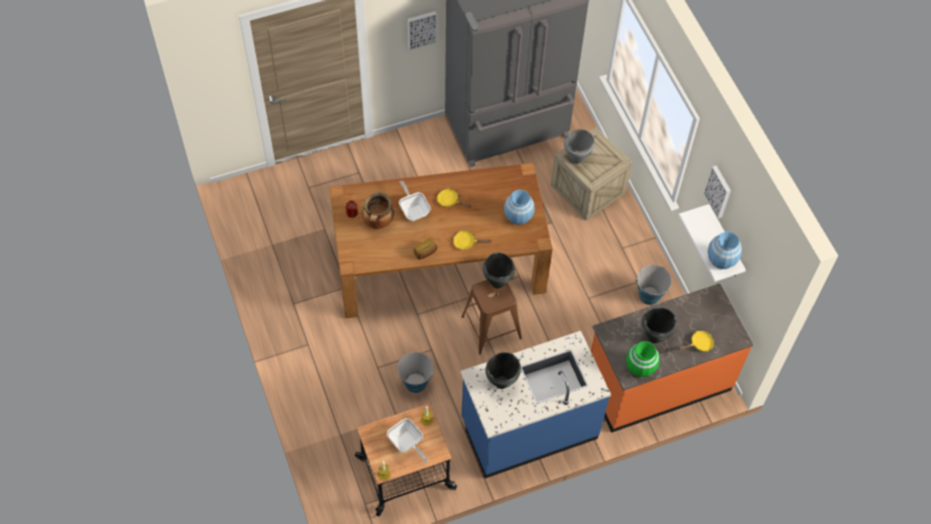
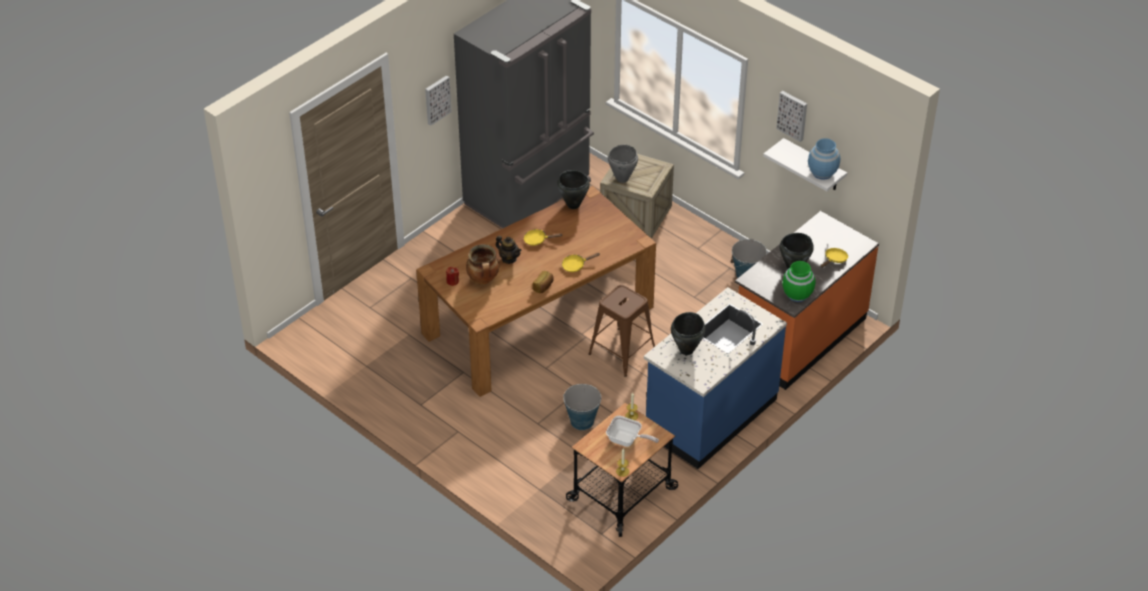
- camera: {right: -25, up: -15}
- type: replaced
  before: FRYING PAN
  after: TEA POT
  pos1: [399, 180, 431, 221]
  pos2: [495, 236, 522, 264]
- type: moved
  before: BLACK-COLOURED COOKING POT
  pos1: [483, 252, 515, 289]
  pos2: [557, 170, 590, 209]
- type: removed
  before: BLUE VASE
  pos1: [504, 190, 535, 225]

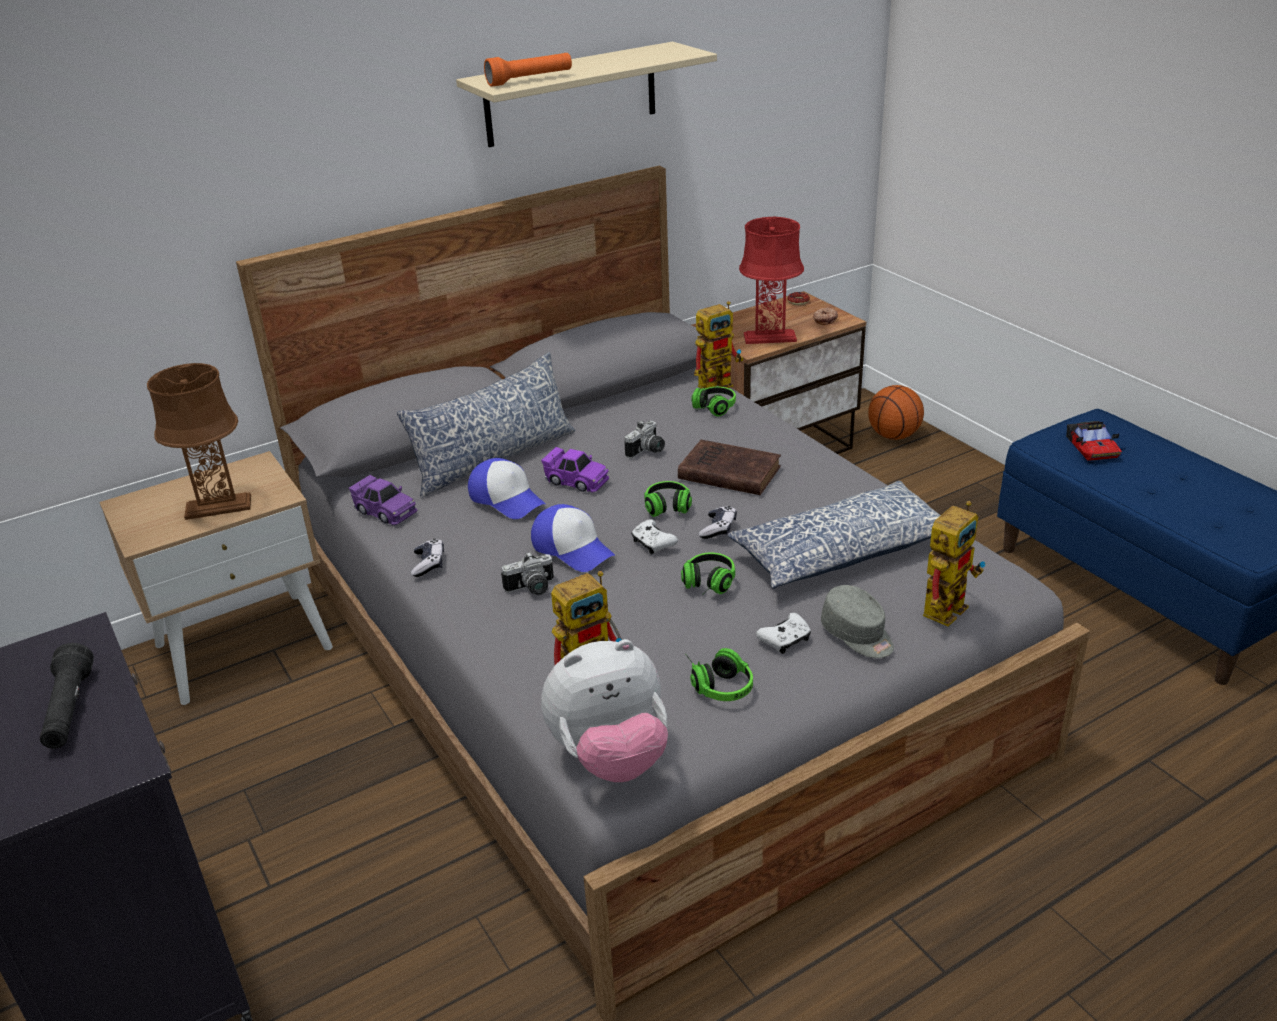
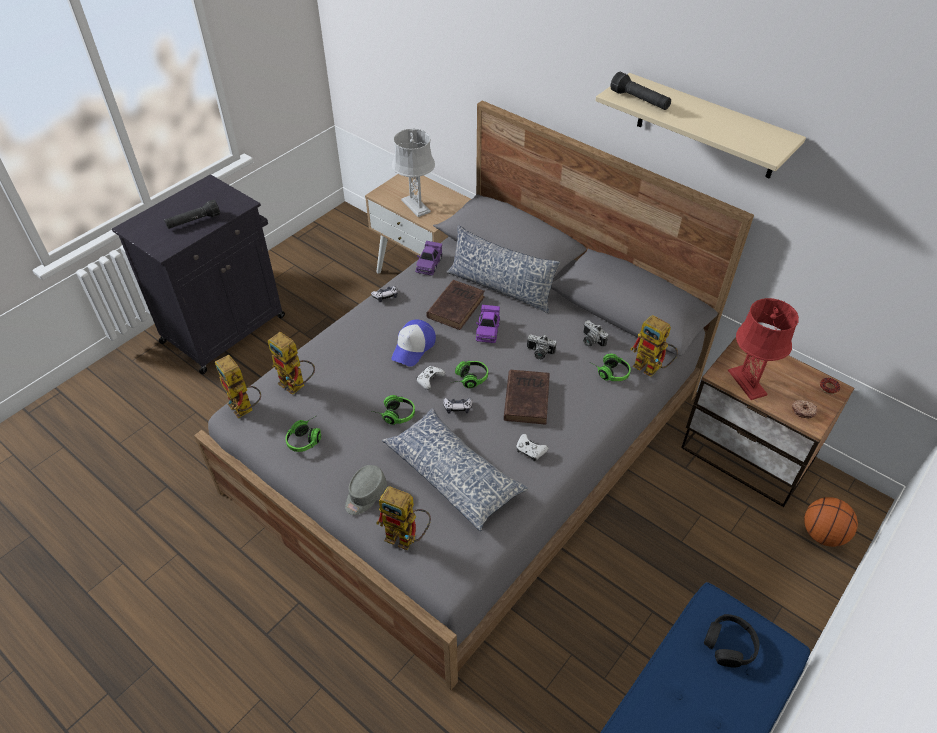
- camera: {right: 70, up: 15}
- type: replaced
  before: SOFT TOY
  after: MODEL ROBOT
  pos1: [541, 639, 668, 782]
  pos2: [215, 355, 261, 418]
- type: recoloured
  before: BROWNISH TABLETOP LAMP
  after: GREY TABLETOP LAMP
  pos1: [147, 363, 251, 520]
  pos2: [392, 129, 435, 217]
- type: replaced
  before: BASEBALL CAP
  after: BROWNISH BOOK
  pos1: [468, 458, 546, 519]
  pos2: [426, 280, 485, 330]
- type: moved
  before: WHITE JOYPAD
  pos1: [756, 613, 811, 654]
  pos2: [516, 434, 548, 461]
- type: moved
  before: STILL CAMERA
  pos1: [501, 552, 554, 595]
  pos2: [583, 320, 608, 347]
- type: recoloured
  before: ORANGE-COLOURED FLASHLIGHT
  after: BLACK-COLOURED FLASHLIGHT
  pos1: [484, 53, 572, 87]
  pos2: [611, 72, 671, 110]
- type: replaced
  before: MINIATURE CAR
  after: BLACK-COLOURED HEADSET
  pos1: [1066, 421, 1122, 461]
  pos2: [704, 614, 760, 668]

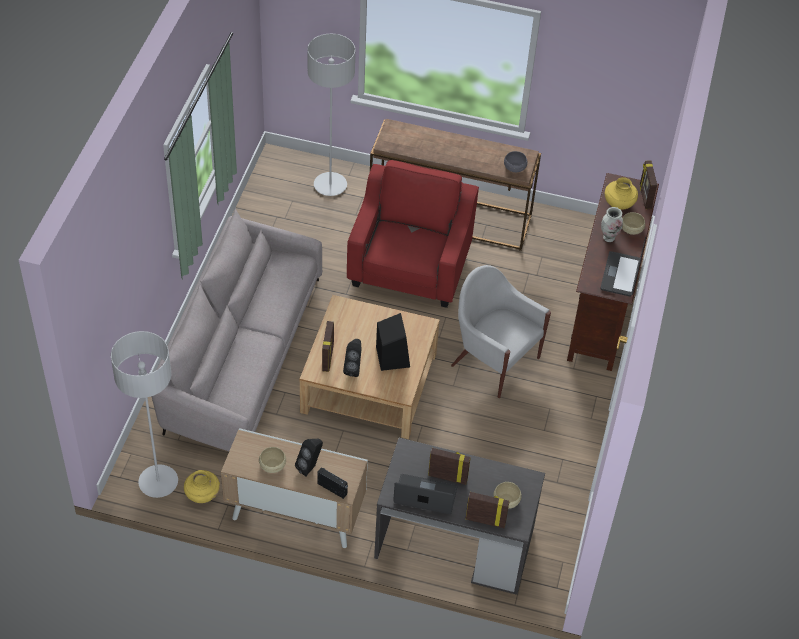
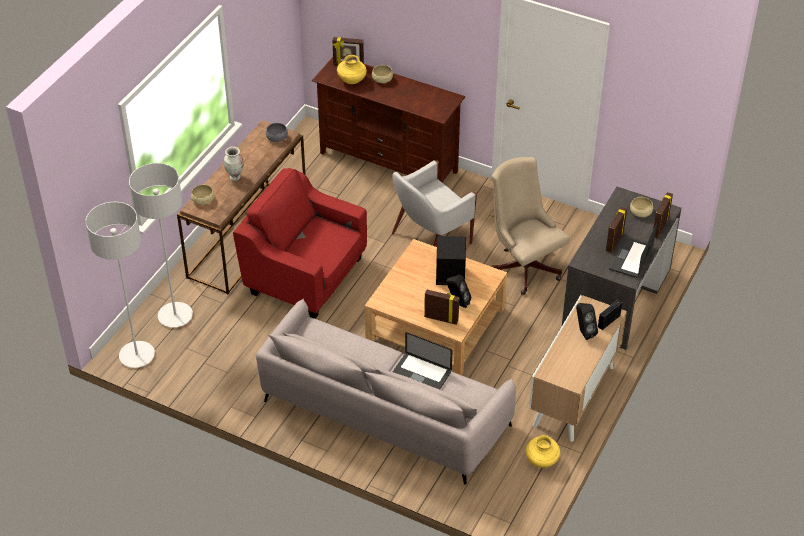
- camera: {right: -75, up: -5}
- type: moved
  before: GREY STANDING LAMP
  pos1: [111, 331, 178, 498]
  pos2: [85, 202, 155, 368]
- type: moved
  before: SAND-COLOURED SERVING BOWL
  pos1: [259, 447, 286, 473]
  pos2: [191, 185, 214, 205]
- type: moved
  before: VASE
  pos1: [601, 207, 623, 242]
  pos2: [224, 147, 244, 181]
- type: moved
  before: NOTEBOOK COMPUTER
  pos1: [600, 237, 646, 297]
  pos2: [393, 332, 452, 390]
- type: added
  after: SAND-COLOURED COMPUTER CHAIR
  pos2: [491, 157, 570, 295]

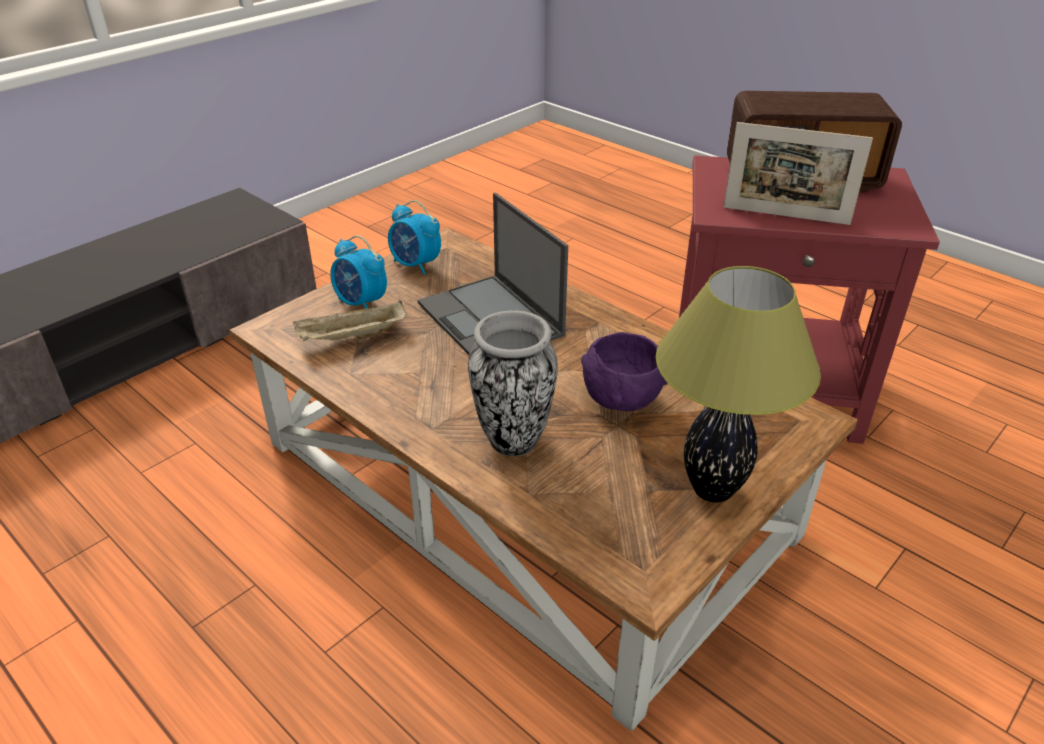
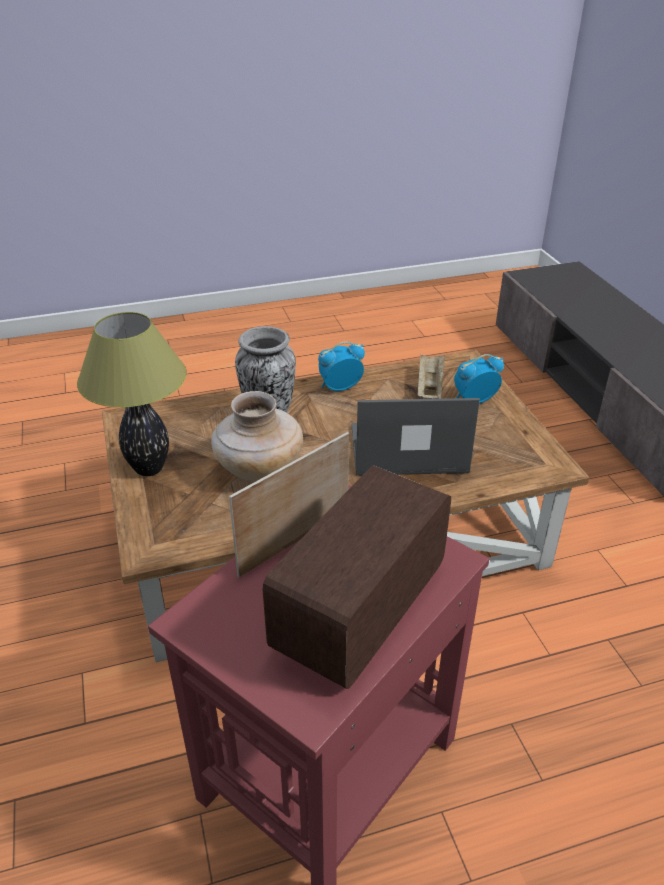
- camera: {right: 120, up: 0}
- type: replaced
  before: PURPLE SERVING BOWL
  after: SAND-COLOURED VASE
  pos1: [581, 332, 668, 411]
  pos2: [211, 391, 303, 482]
- type: moved
  before: ALARM CLOCK
  pos1: [388, 200, 441, 275]
  pos2: [318, 342, 365, 391]

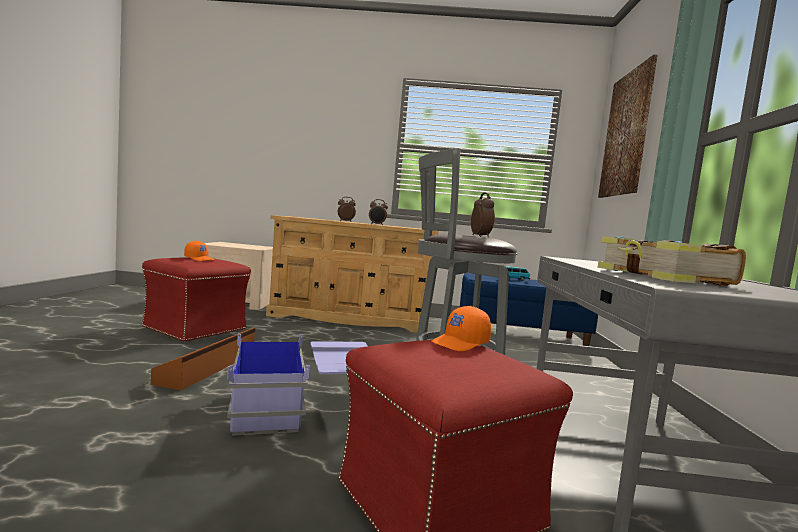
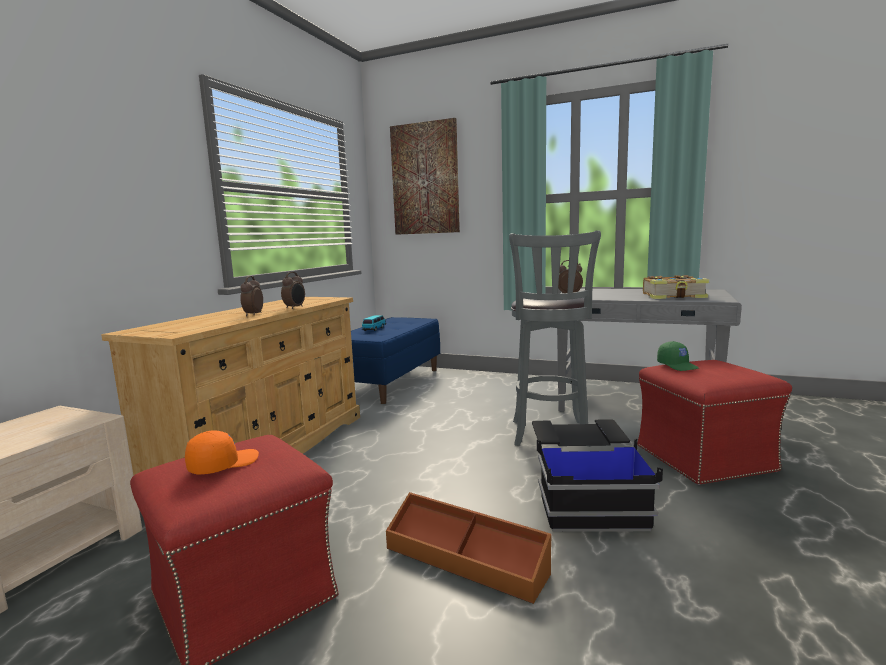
- camera: {right: -70, up: 5}
- type: recoloured
  before: BLUE STORAGE BIN
  after: BLACK-COLOURED STORAGE BIN
  pos1: [227, 333, 368, 436]
  pos2: [532, 419, 663, 532]
- type: recoloured
  before: ORANGE-COLOURED BASEBALL CAP
  after: GREENISH BASEBALL CAP
  pos1: [431, 306, 491, 351]
  pos2: [657, 341, 699, 371]

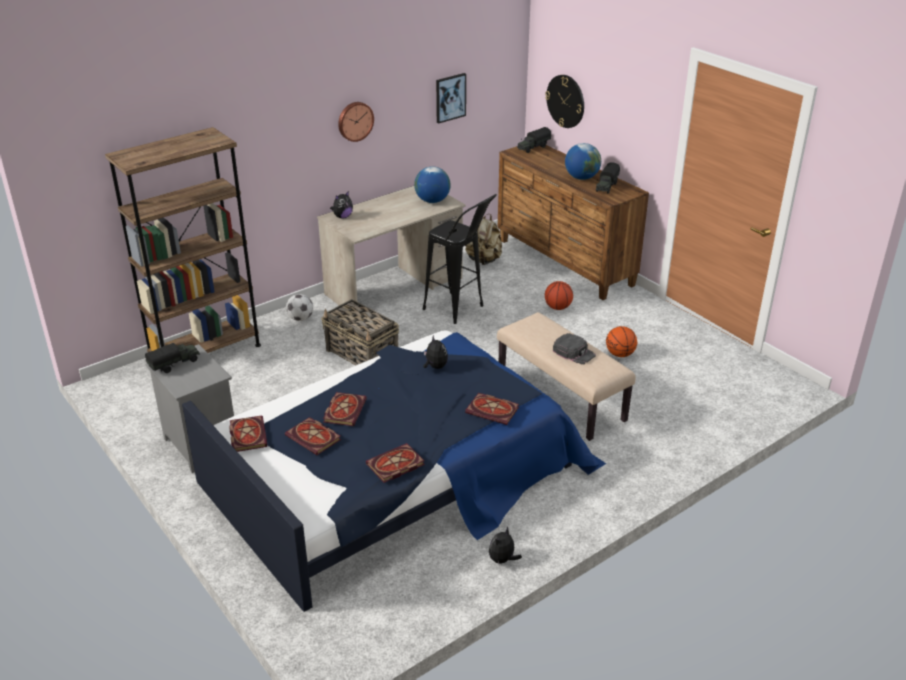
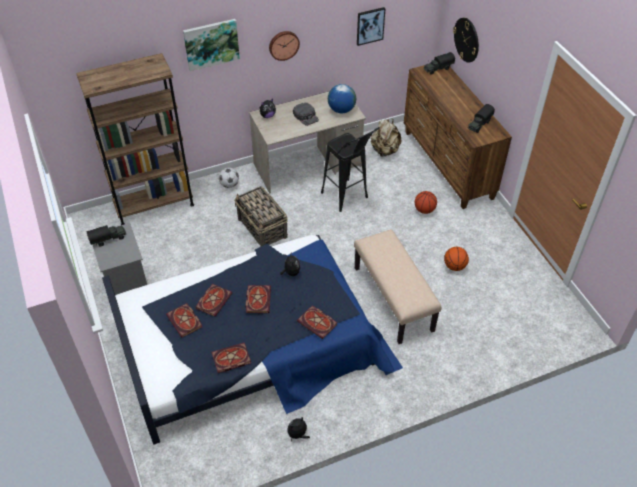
- camera: {right: 15, up: 15}
- type: added
  after: WALL PICTURE
  pos2: [183, 19, 240, 71]
- type: moved
  before: BOOK
  pos1: [229, 415, 268, 452]
  pos2: [245, 285, 271, 313]
- type: moved
  before: BLACK-COLOURED BASEBALL CAP
  pos1: [553, 333, 596, 364]
  pos2: [293, 102, 319, 126]
- type: removed
  before: WORLD GLOBE
  pos1: [565, 143, 601, 180]

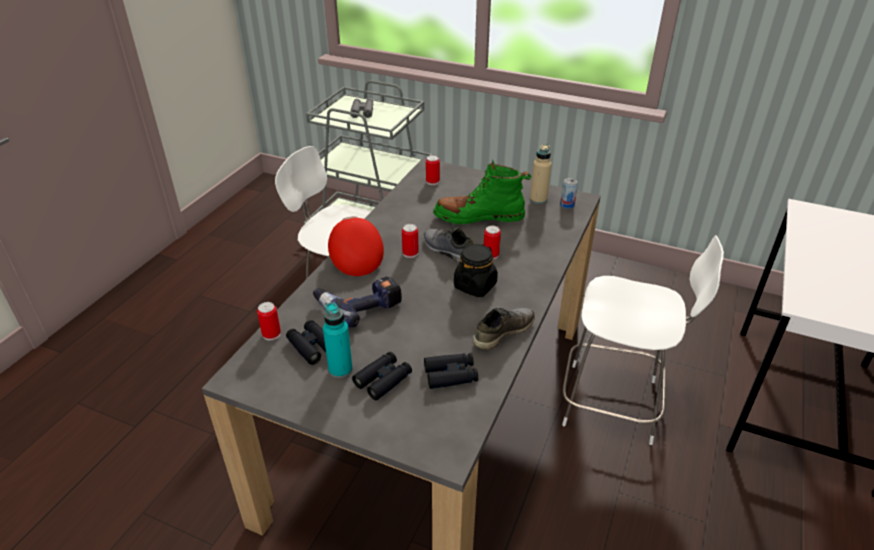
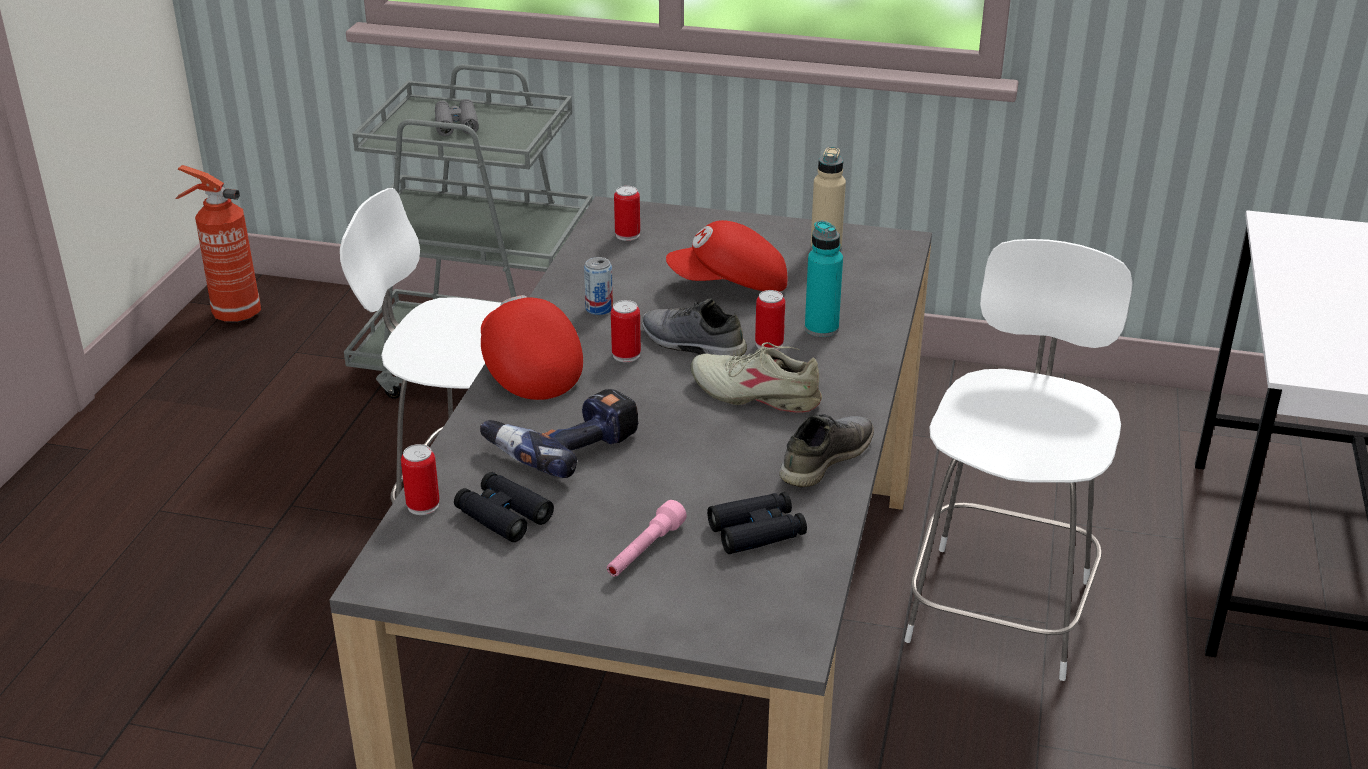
- camera: {right: -10, up: -5}
- type: added
  after: FIRE-FIGHTING CYLINDER
  pos2: [175, 165, 261, 323]
- type: moved
  before: CAN
  pos1: [560, 178, 578, 209]
  pos2: [584, 257, 613, 315]
- type: replaced
  before: BLACK-COLOURED BINOCULARS
  after: PINK FLASHLIGHT
  pos1: [352, 352, 412, 400]
  pos2: [607, 500, 687, 577]
- type: replaced
  before: GREENISH HIGH-TOP BOOT
  after: RED-COLOURED BASEBALL CAP
  pos1: [433, 160, 531, 224]
  pos2: [666, 220, 787, 291]
- type: replaced
  before: BLACK-COLOURED JAR
  after: SAND-COLOURED ITEM OF FOOTWEAR
  pos1: [454, 244, 498, 297]
  pos2: [690, 342, 822, 413]
- type: moved
  before: BLUE-GREEN BEVERAGE BOTTLE
  pos1: [323, 302, 353, 378]
  pos2: [805, 221, 843, 337]
- type: turned
  before: WHITE PLAIN CHAIR
  pos1: [562, 235, 724, 445]
  pos2: [904, 239, 1133, 681]
  turn: -75

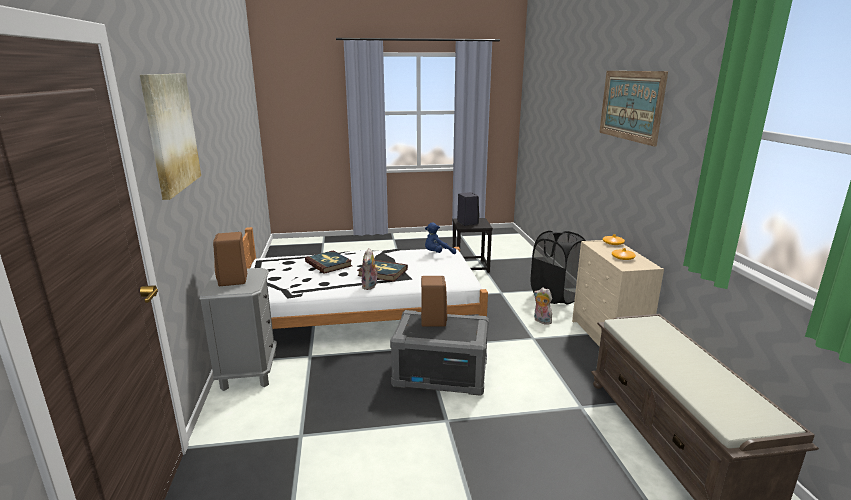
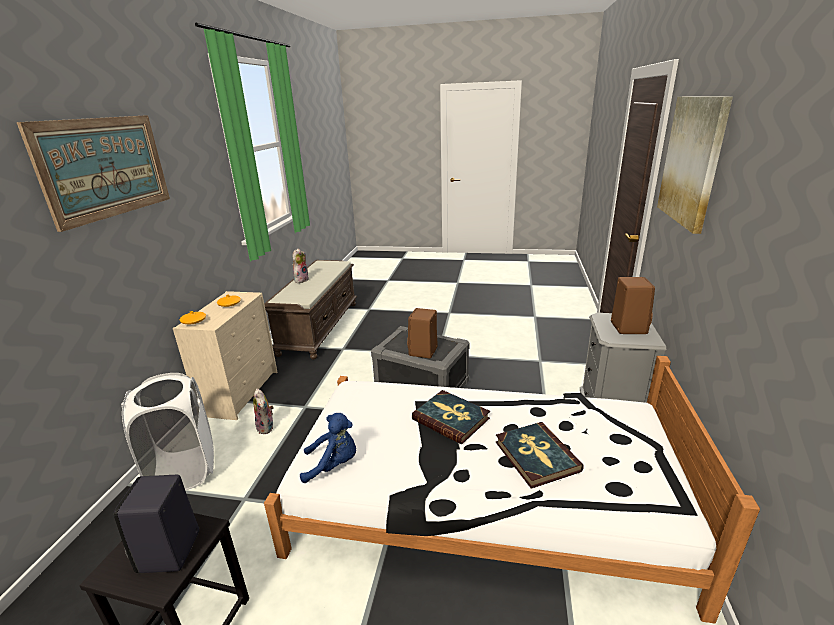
- camera: {right: -160, up: 5}
- type: recoloured
  before: BLACK-COLOURED WASHING BASKET
  after: WHITE WASHING BASKET
  pos1: [531, 231, 586, 305]
  pos2: [121, 373, 214, 491]
- type: moved
  before: SOFT TOY
  pos1: [362, 248, 379, 290]
  pos2: [292, 248, 309, 283]

